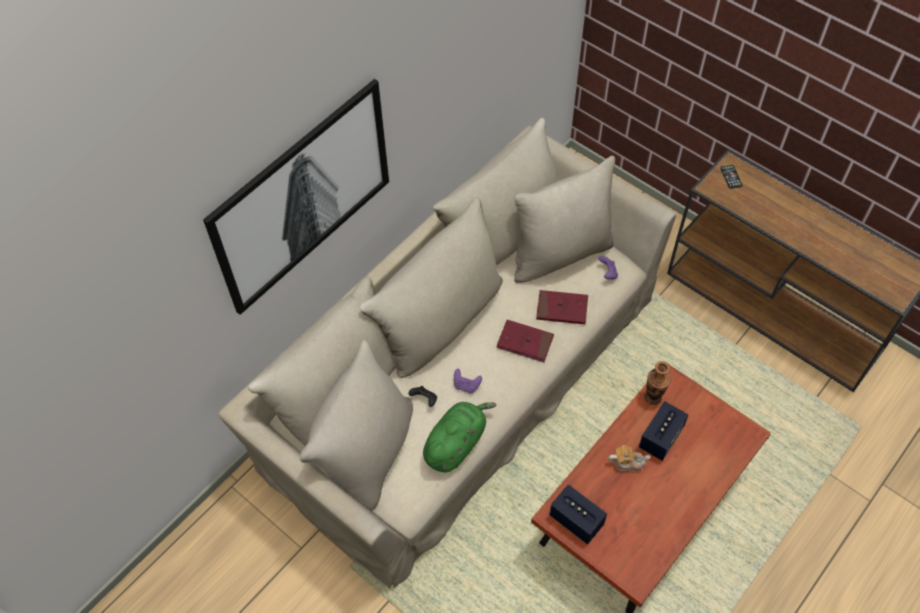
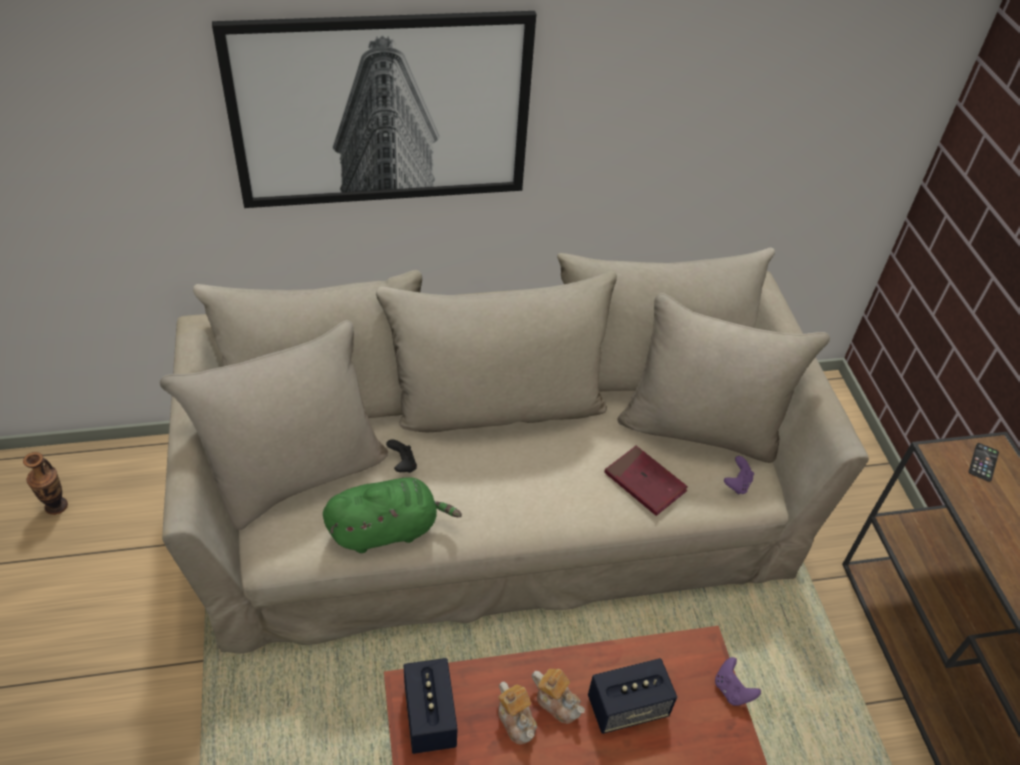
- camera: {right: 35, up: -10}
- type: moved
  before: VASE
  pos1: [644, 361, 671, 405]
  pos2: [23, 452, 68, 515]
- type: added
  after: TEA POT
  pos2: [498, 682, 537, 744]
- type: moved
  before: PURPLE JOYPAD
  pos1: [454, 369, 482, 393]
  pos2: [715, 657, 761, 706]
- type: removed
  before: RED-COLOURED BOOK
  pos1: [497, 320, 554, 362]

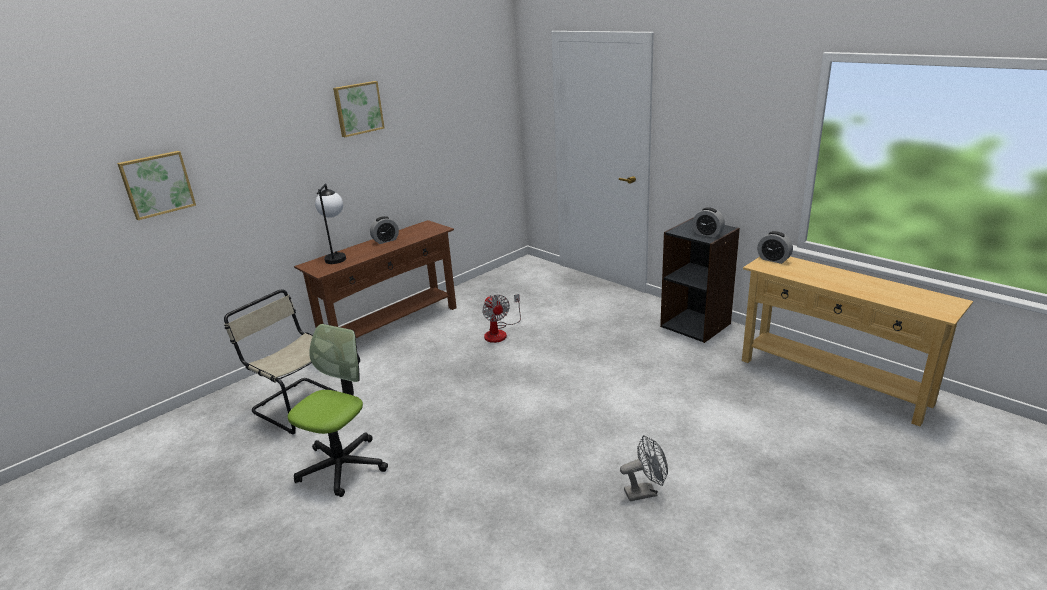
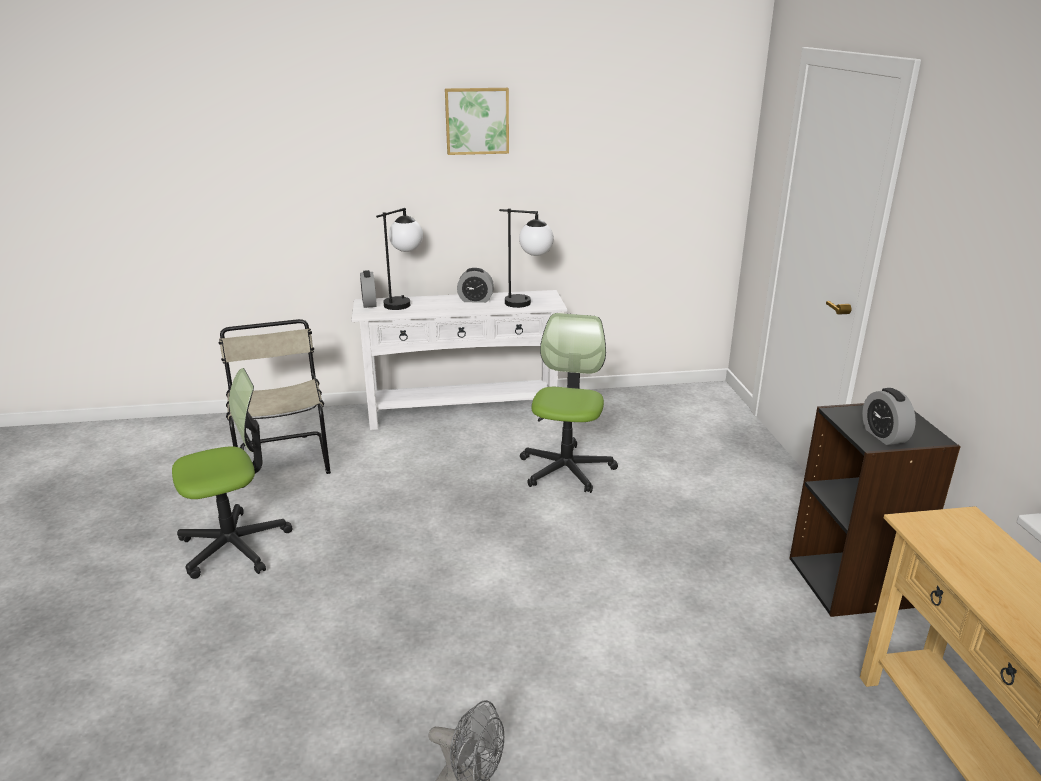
- camera: {right: 35, up: 0}
- type: recoloured
  before: BROWNISH NARROW TABLE
  after: WHITE NARROW TABLE
  pos1: [294, 220, 457, 338]
  pos2: [351, 290, 567, 430]
- type: moved
  before: ALARM CLOCK
  pos1: [757, 231, 793, 264]
  pos2: [360, 270, 377, 308]
- type: added
  after: TABLETOP LAMP
  pos2: [499, 208, 554, 308]
- type: replaced
  before: ELECTRIC FAN
  after: COMPUTER CHAIR
  pos1: [482, 294, 521, 343]
  pos2: [520, 313, 618, 493]
- type: removed
  before: WALL PICTURE
  pos1: [117, 151, 196, 220]

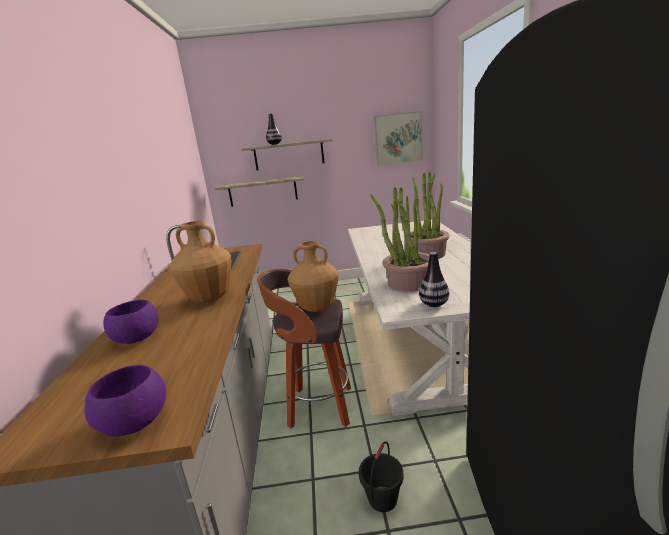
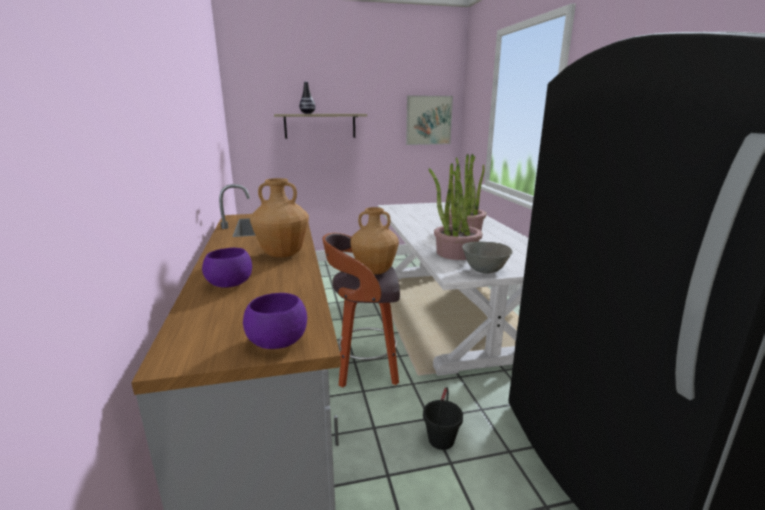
- camera: {right: -10, up: 0}
- type: replaced
  before: VASE
  after: GREY SERVING BOWL
  pos1: [419, 252, 449, 307]
  pos2: [462, 241, 513, 273]
- type: removed
  before: BRACKET SHELF
  pos1: [215, 176, 304, 207]

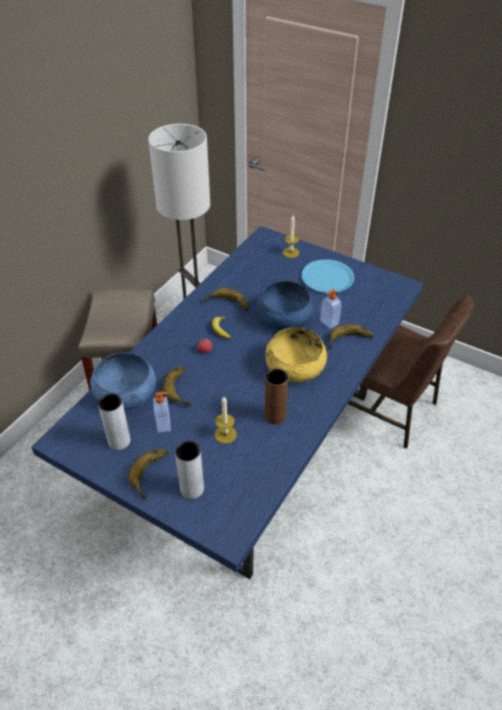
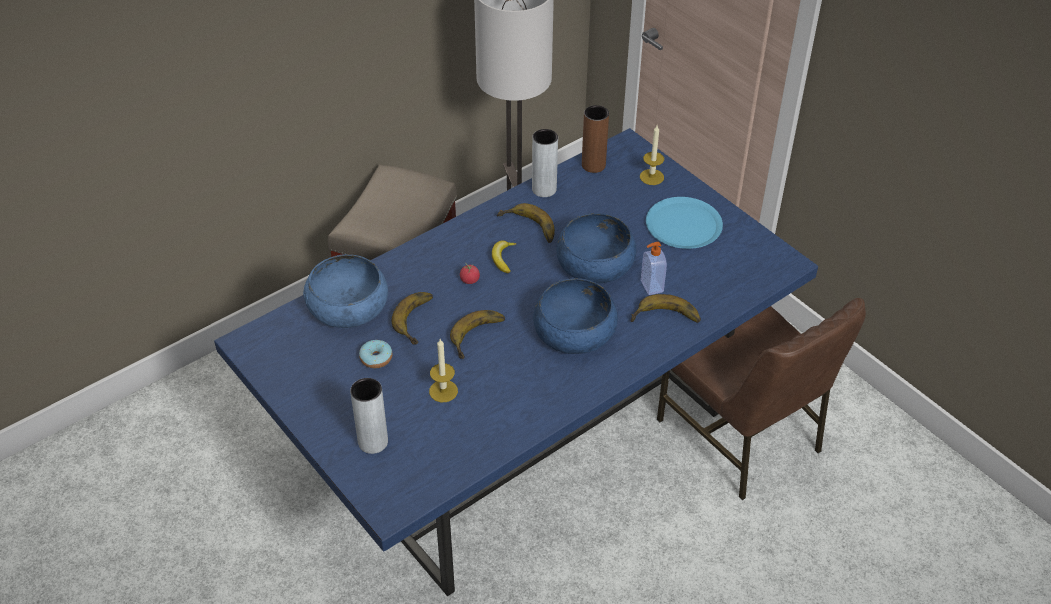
- camera: {right: 20, up: 0}
- type: replaced
  before: SOAP BOTTLE
  after: DONUT
  pos1: [153, 392, 171, 433]
  pos2: [359, 340, 392, 368]
- type: moved
  before: WHOLE BANANA
  pos1: [128, 449, 168, 499]
  pos2: [450, 310, 505, 359]
- type: moved
  before: GREY VASE
  pos1: [98, 393, 130, 450]
  pos2: [532, 129, 558, 197]
- type: recoloured
  before: YELLOWISH SERVING BOWL
  after: BLUE SERVING BOWL
  pos1: [265, 327, 327, 383]
  pos2: [533, 278, 618, 354]
- type: moved
  before: BROWNISH VASE
  pos1: [264, 369, 288, 424]
  pos2: [582, 105, 609, 173]

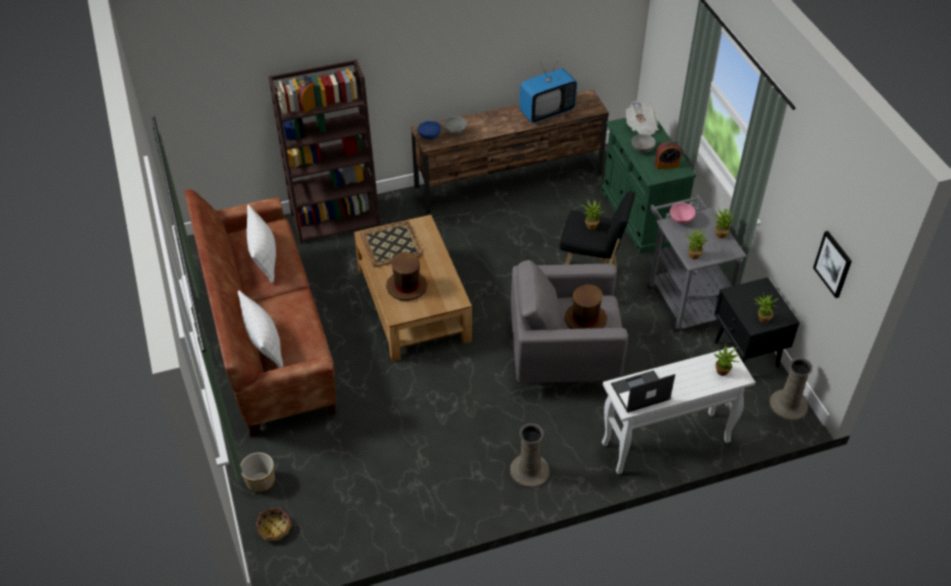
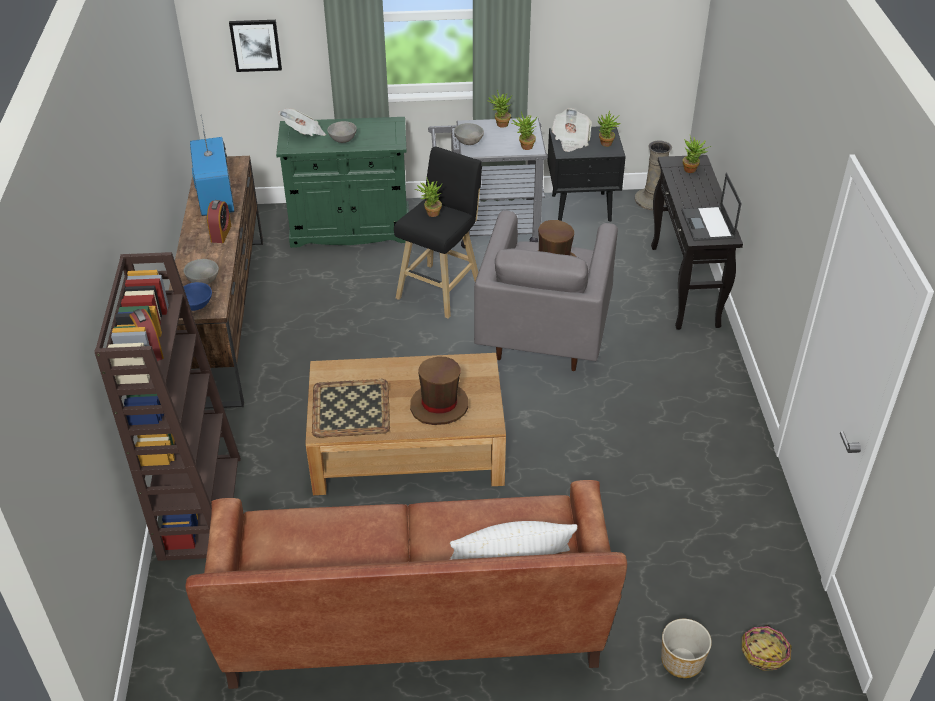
- camera: {right: -75, up: -5}
- type: moved
  before: ALARM CLOCK
  pos1: [655, 141, 681, 170]
  pos2: [207, 200, 231, 243]
- type: moved
  before: WALL PICTURE
  pos1: [813, 231, 852, 298]
  pos2: [229, 20, 282, 72]
- type: recoloured
  before: PINK SERVING BOWL
  after: GREY SERVING BOWL
  pos1: [670, 203, 696, 224]
  pos2: [454, 123, 484, 145]
- type: added
  after: DAILY PAPER
  pos2: [551, 108, 592, 152]
- type: recoloured
  before: WHITE NARROW TABLE
  after: BLACK-COLOURED NARROW TABLE
  pos1: [602, 347, 755, 474]
  pos2: [651, 155, 743, 330]
- type: removed
  before: WHITE PILLOW
  pos1: [247, 204, 276, 283]
- type: removed
  before: SAND-COLOURED VASE
  pos1: [510, 423, 550, 488]

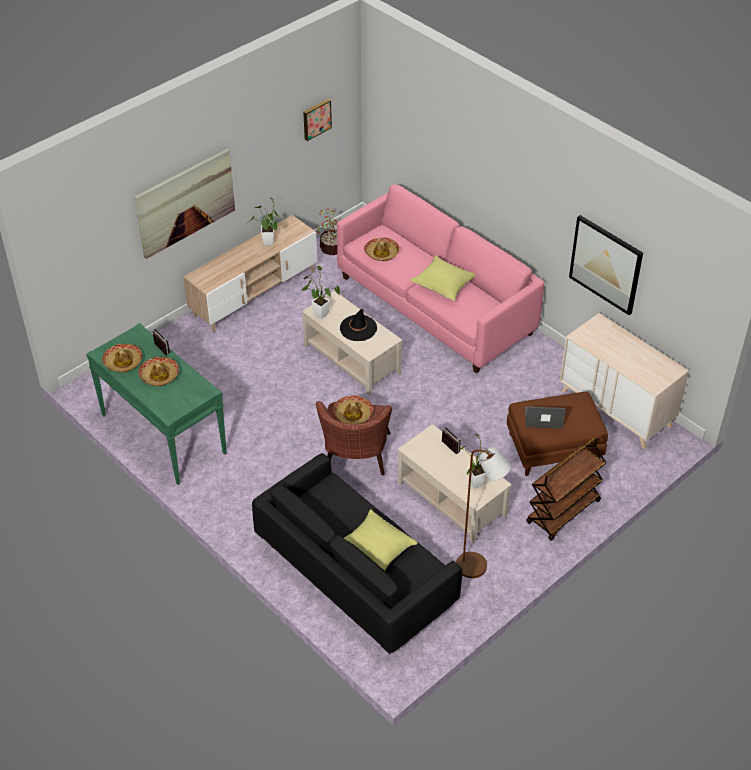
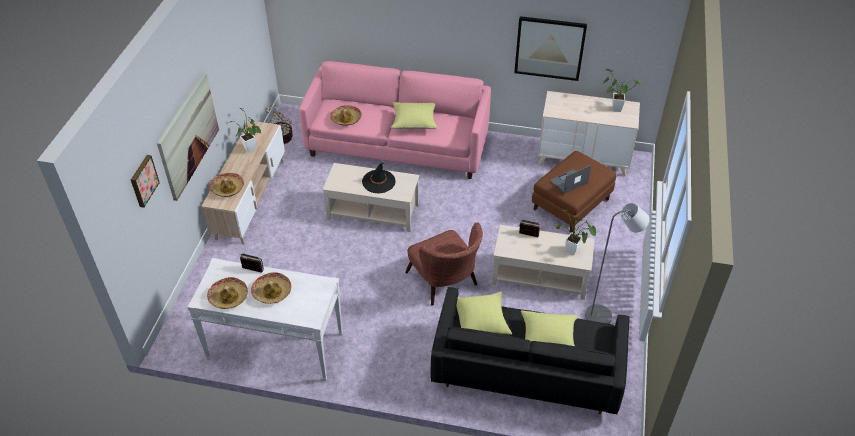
- camera: {right: -35, up: 0}
- type: moved
  before: WALL PICTURE
  pos1: [303, 99, 332, 141]
  pos2: [131, 155, 160, 208]
- type: recoloured
  before: GREENISH NARROW TABLE
  after: WHITE NARROW TABLE
  pos1: [86, 323, 227, 485]
  pos2: [187, 258, 343, 381]
- type: moved
  before: CLOTHING HAT
  pos1: [333, 395, 373, 424]
  pos2: [209, 173, 244, 197]
- type: added
  after: YELLOWISH PILLOW
  pos2: [456, 292, 512, 335]
- type: recoloured
  before: BROWNISH STANDING LAMP
  after: GREY STANDING LAMP
  pos1: [456, 447, 511, 578]
  pos2: [585, 203, 650, 324]
- type: moved
  before: POTTED PLANT
  pos1: [302, 266, 340, 319]
  pos2: [603, 69, 641, 112]
- type: removed
  before: BROWNISH WHEELED CART
  pos1: [526, 437, 606, 541]

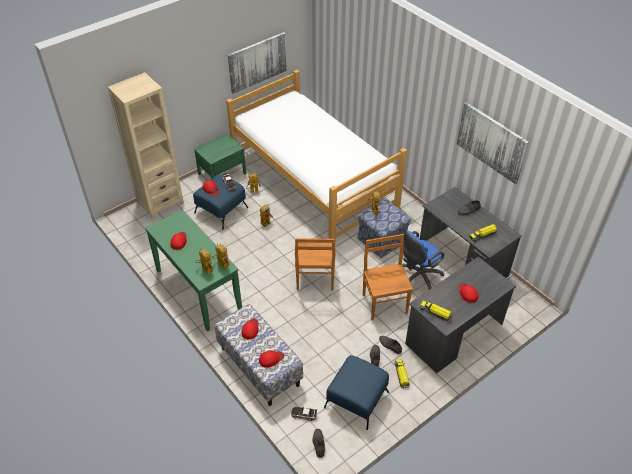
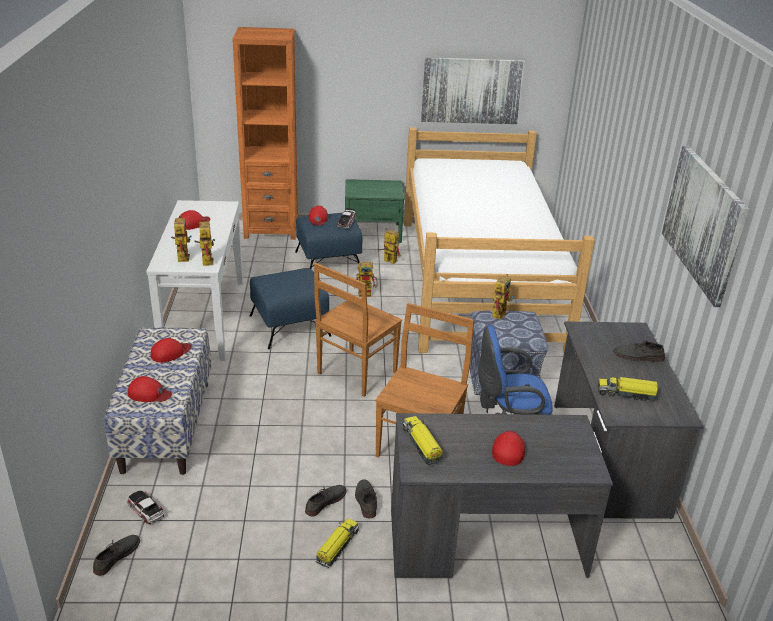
- camera: {right: 35, up: -15}
- type: recoloured
  before: GREENISH NARROW TABLE
  after: WHITE NARROW TABLE
  pos1: [145, 210, 242, 332]
  pos2: [146, 200, 243, 361]
- type: recoloured
  before: SAND-COLOURED BOOKSHELF
  after: ORANGE-COLOURED BOOKSHELF
  pos1: [108, 72, 184, 219]
  pos2: [232, 27, 298, 240]
- type: moved
  before: BLUE FOOTREST
  pos1: [324, 355, 389, 430]
  pos2: [250, 268, 331, 349]

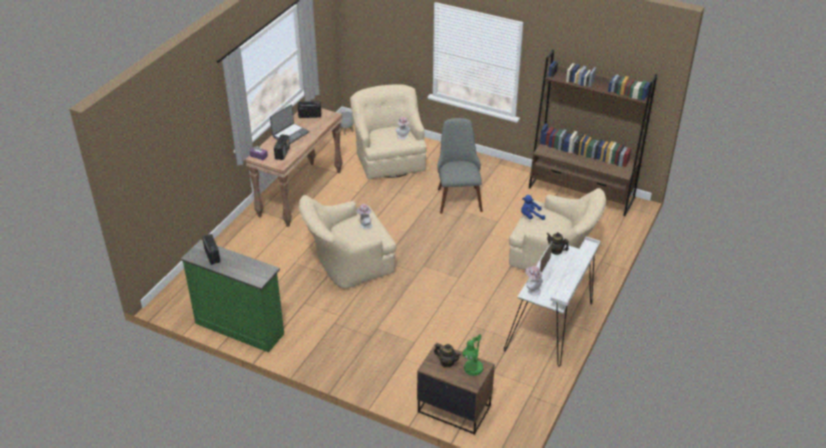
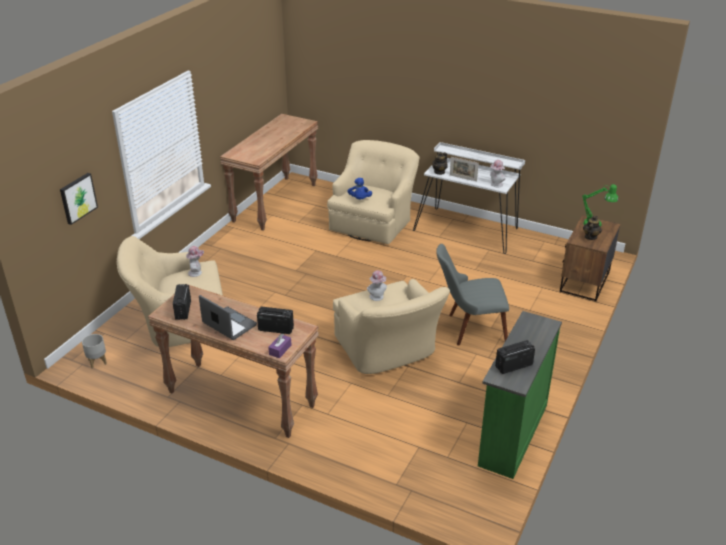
- camera: {right: -90, up: -5}
- type: added
  after: WALL PICTURE
  pos2: [60, 173, 98, 225]
- type: replaced
  before: BROWNISH BOOKSHELF
  after: BROWNISH NARROW TABLE
  pos1: [529, 50, 658, 216]
  pos2: [220, 114, 318, 230]
- type: moved
  before: GREY PLAIN CHAIR
  pos1: [437, 118, 483, 214]
  pos2: [436, 244, 509, 345]

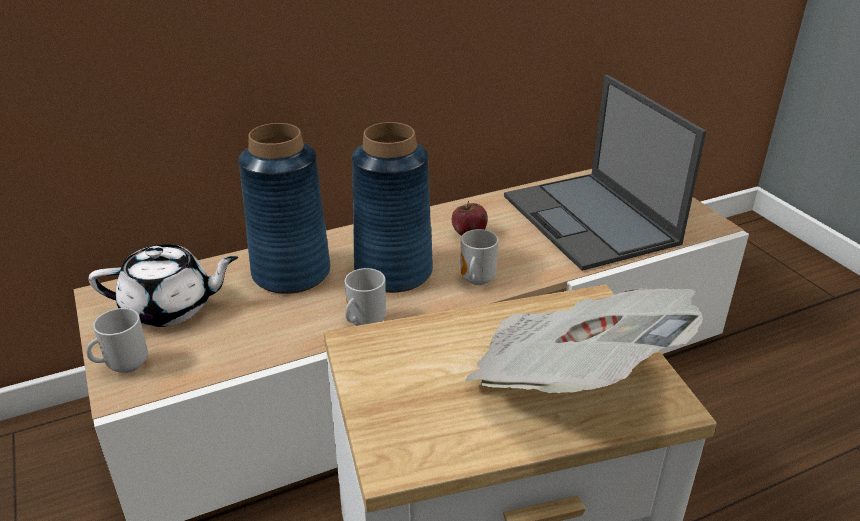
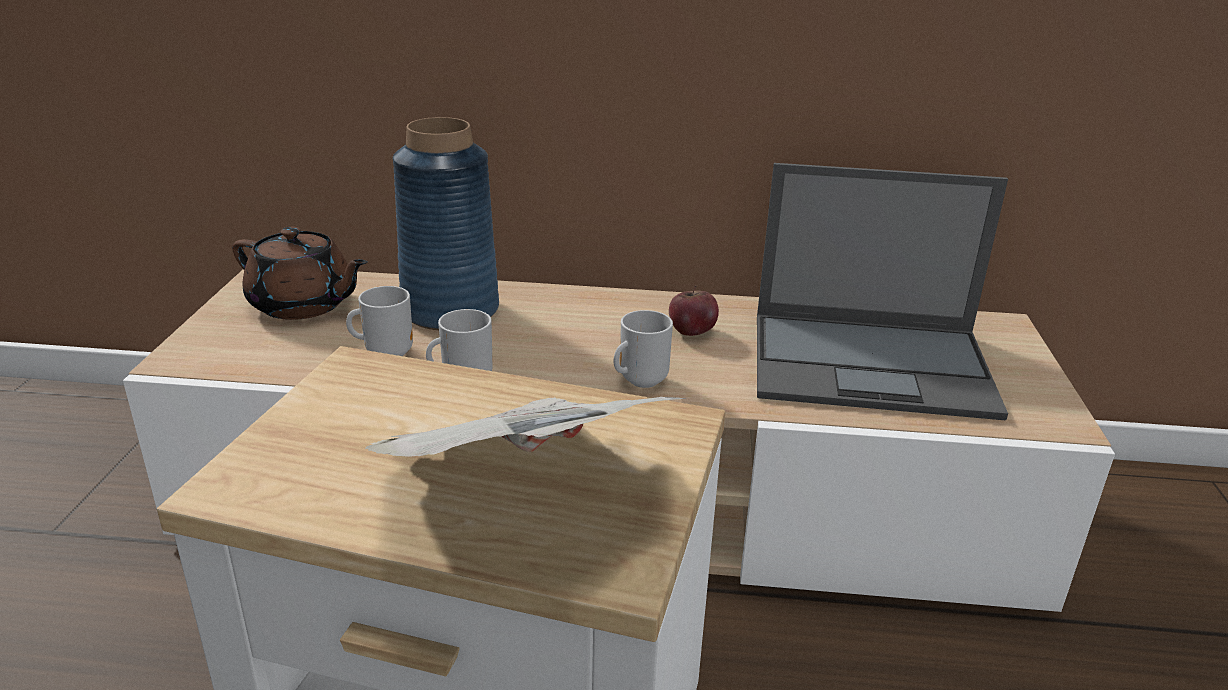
- camera: {right: 30, up: -5}
- type: recoloured
  before: WHITE TEA POT
  after: BROWNISH TEA POT
  pos1: [89, 244, 238, 327]
  pos2: [232, 226, 368, 320]
- type: moved
  before: TEA MUG
  pos1: [86, 308, 148, 373]
  pos2: [346, 286, 413, 356]
- type: turned
  before: NOTEBOOK COMPUTER
  pos1: [504, 75, 707, 271]
  pos2: [757, 163, 1008, 421]
  turn: -90
- type: removed
  before: BLUE VASE
  pos1: [352, 122, 433, 293]

